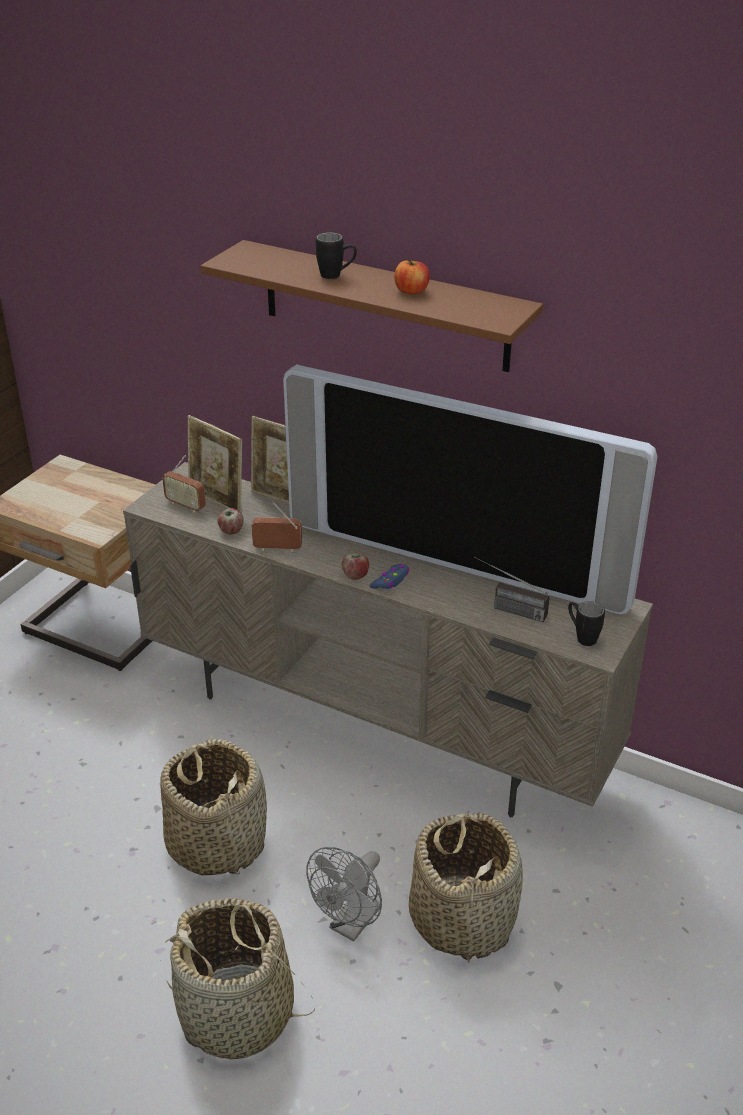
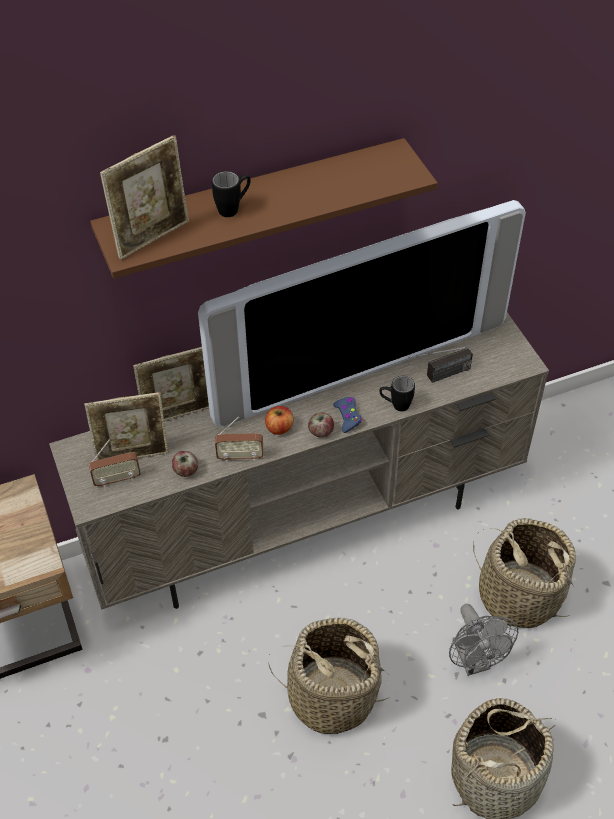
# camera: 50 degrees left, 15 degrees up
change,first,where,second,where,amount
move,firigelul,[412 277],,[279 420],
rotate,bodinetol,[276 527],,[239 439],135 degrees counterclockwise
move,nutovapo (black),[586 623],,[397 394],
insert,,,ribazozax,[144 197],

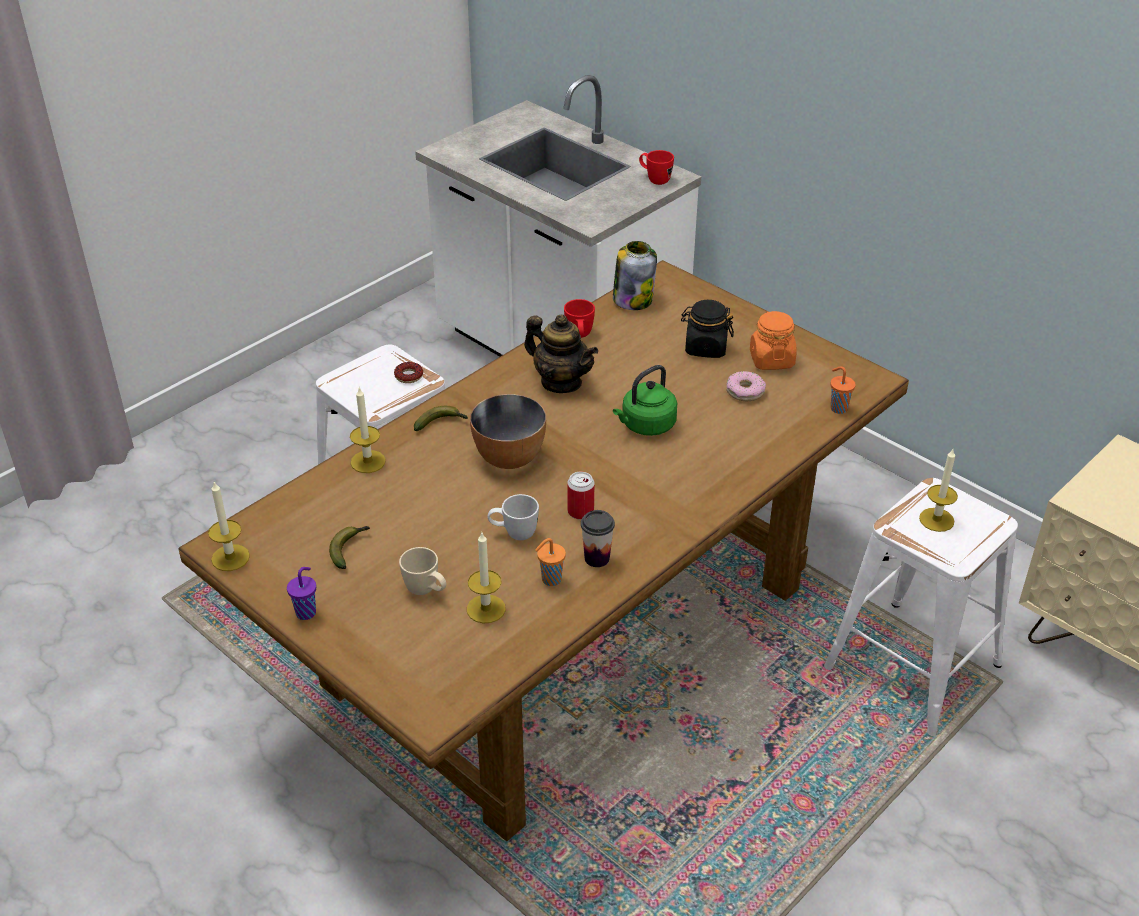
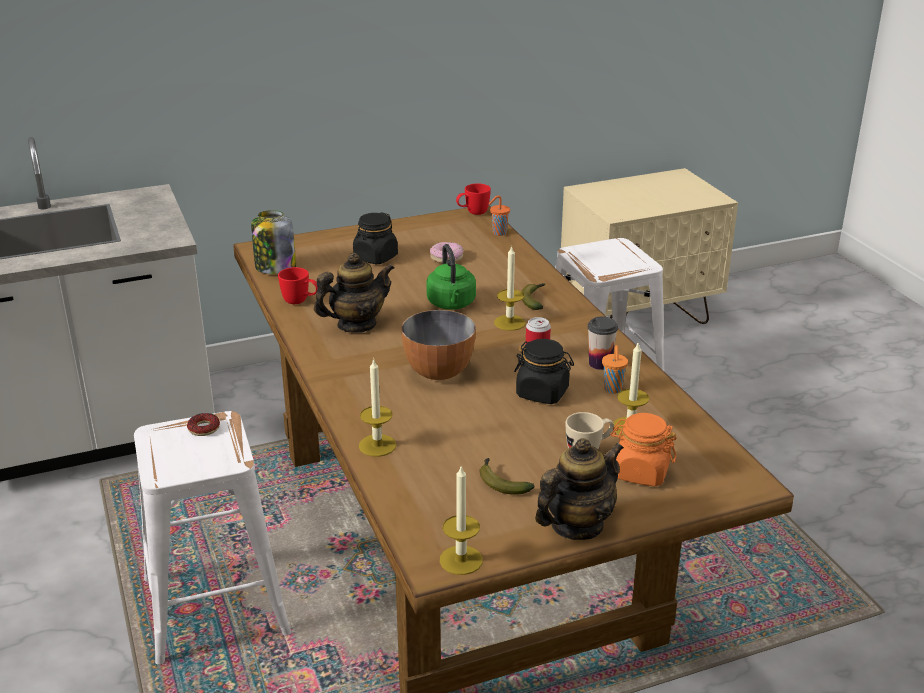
# camera: 65 degrees left, 10 degrees down
change,first,where,second,where,amount
move,nutovapo (red),[656 167],,[473 199],
move,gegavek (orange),[773 340],,[643 449],
move,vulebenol,[441 418],,[533 296],
move,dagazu,[938 490],,[509 288],
replace,nutovapo (white),[513 517],gegavek (black),[544 371],
replace,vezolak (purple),[301 593],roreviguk,[579 489],

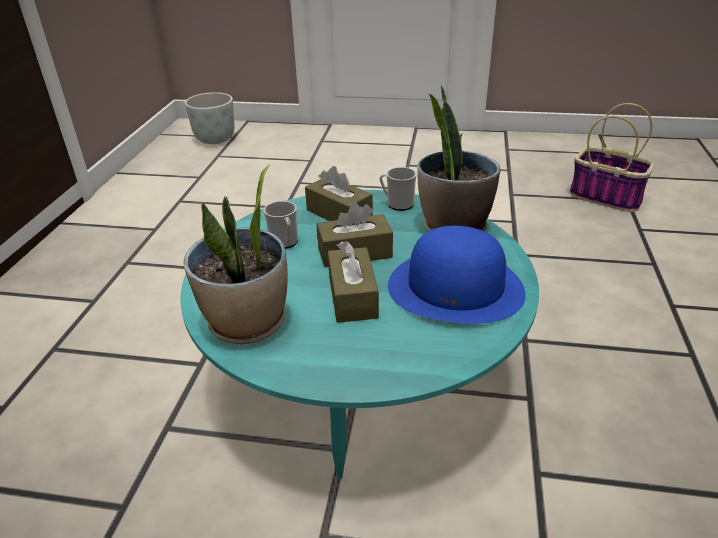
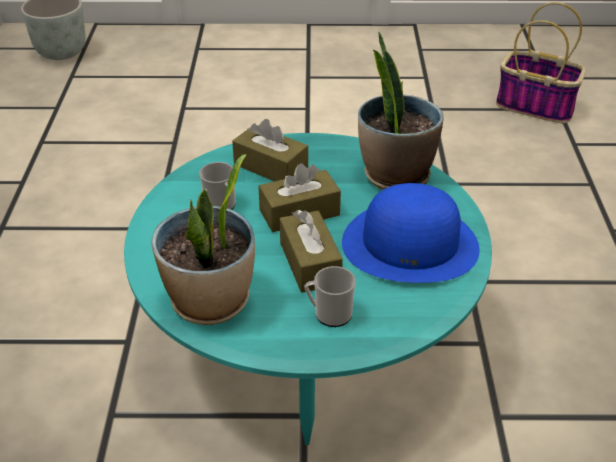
# camera: 10 degrees left, 5 degrees up
change,first,where,second,where,amount
move,nutovapo,[398 189],,[330 296],

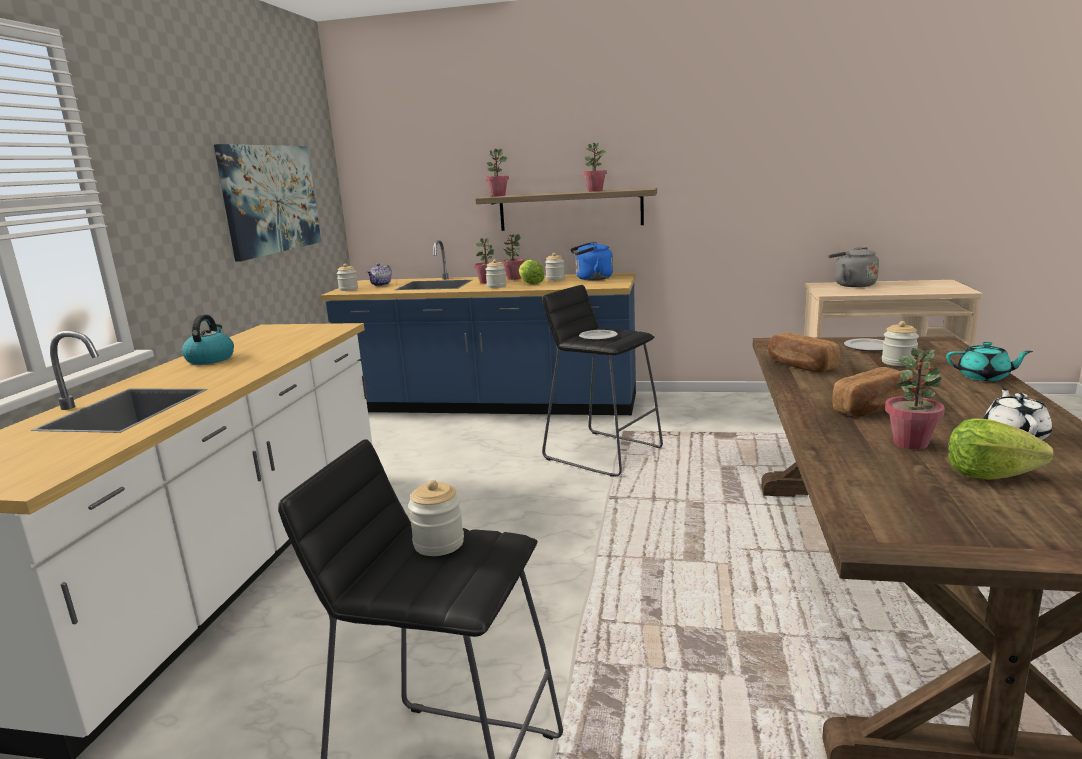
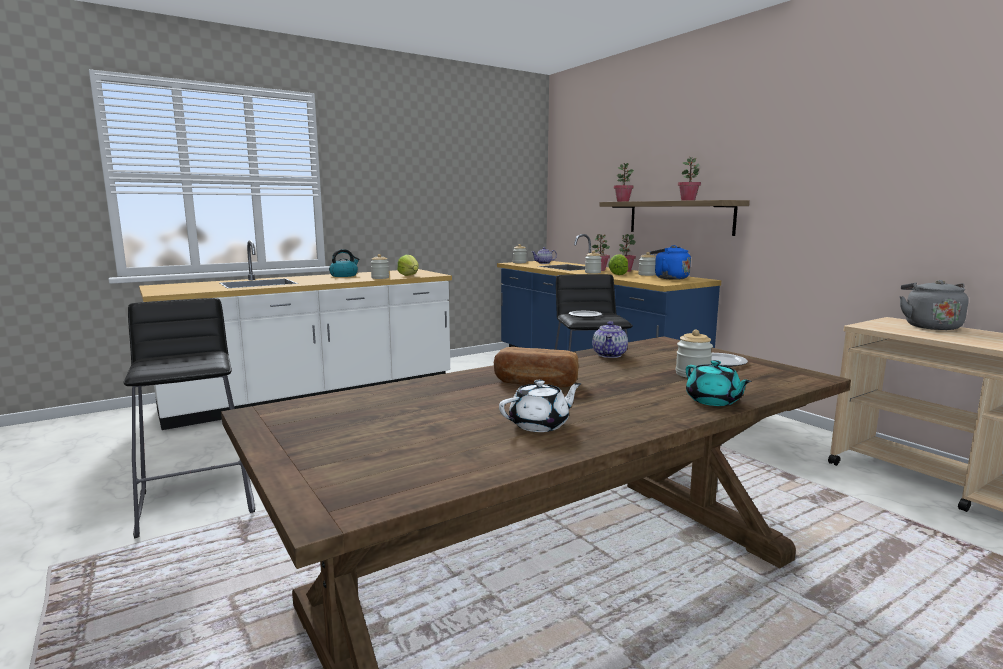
# camera: 45 degrees right, 5 degrees down
change,first,where,second,where,amount
delete,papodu,[267 203],,,
replace,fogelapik,[804 352],roreviguk,[610 339],
delete,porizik,[915 399],,,
move,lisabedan,[1001 449],,[408 265],
move,gegavek,[436 518],,[380 266],

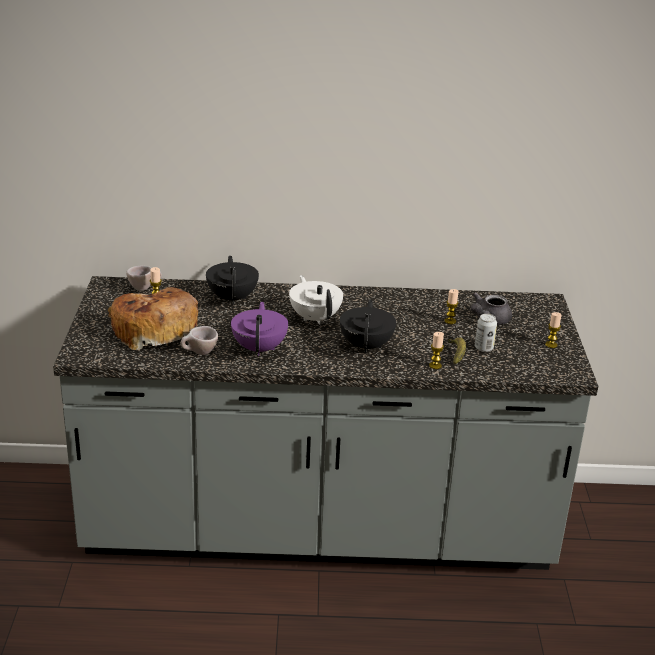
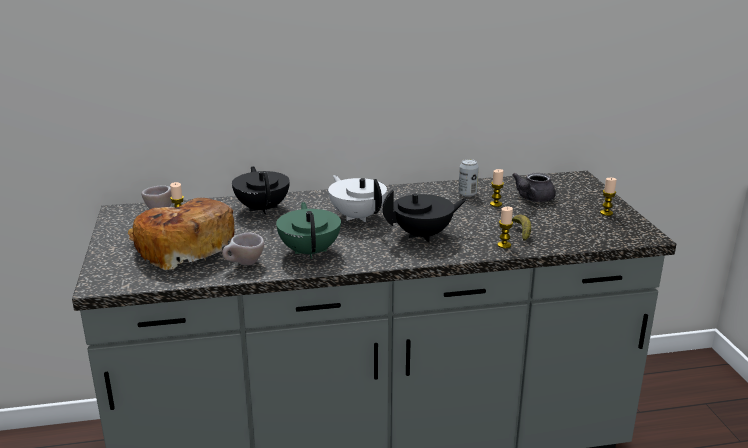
# camera: 10 degrees left, 5 degrees down
change,first,where,second,where,amount
rotate,roreviguk (black),[368 326],,[425 216],75 degrees clockwise
recolor,roreviguk (purple),[259 329],roreviguk (green),[308 230],
move,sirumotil,[486 333],,[469 178],

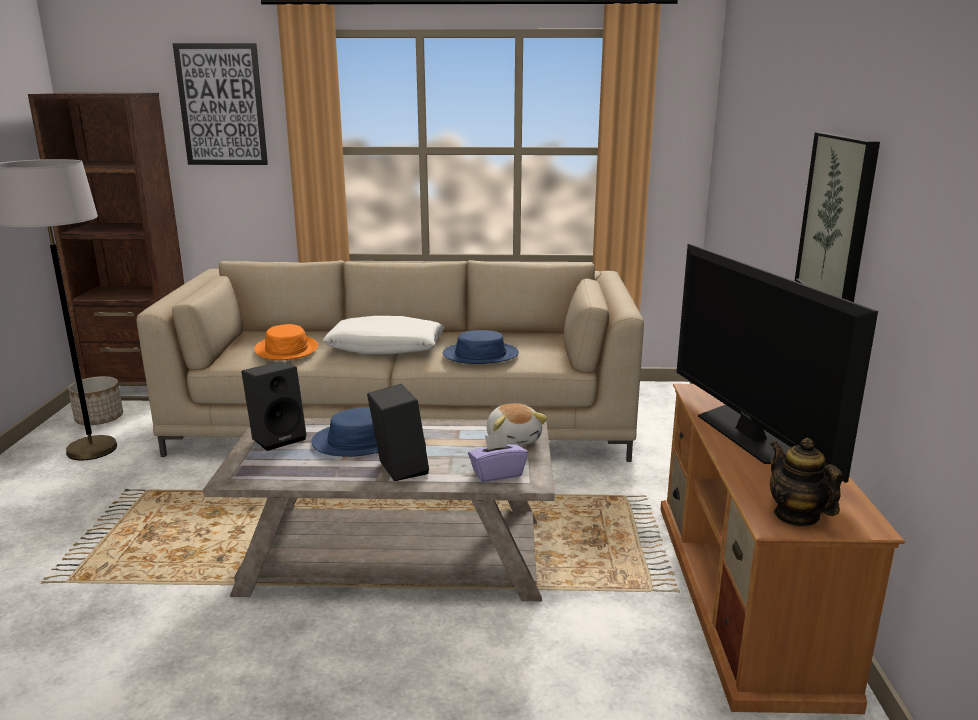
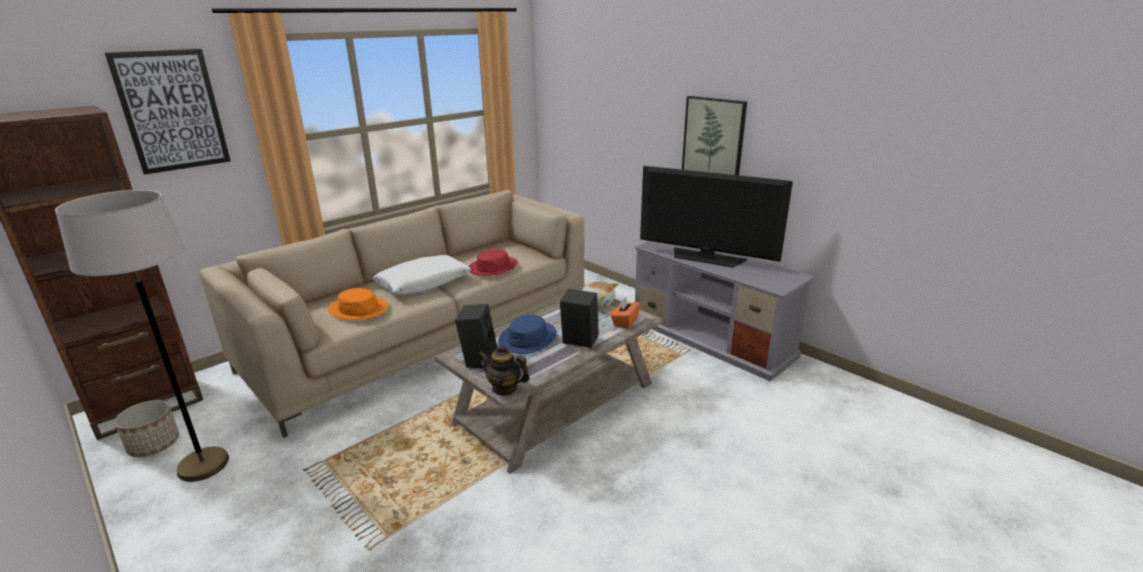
# camera: 45 degrees left, 5 degrees up
change,first,where,second,where,amount
recolor,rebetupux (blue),[481 347],rebetupux (red),[493 262],
recolor,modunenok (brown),[782 549],modunenok (grey),[724 311],
recolor,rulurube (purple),[498 457],rulurube (orange),[625 313],
move,roreviguk,[806 482],,[504 370],

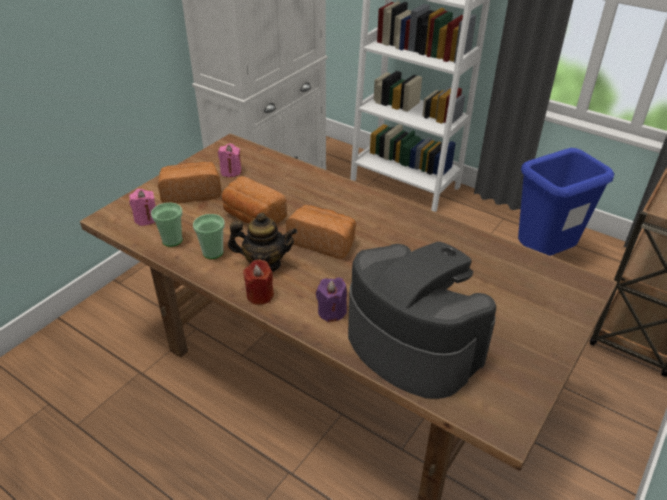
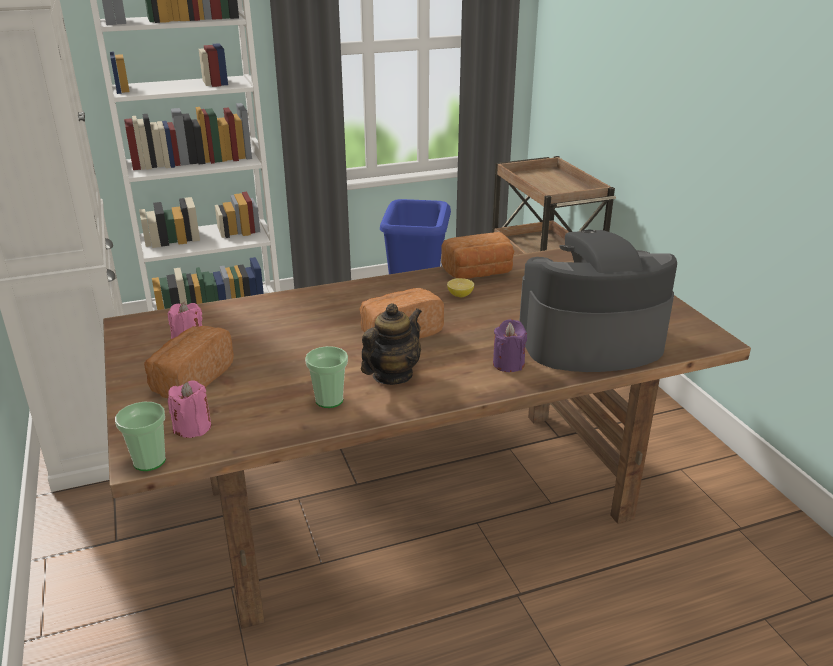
# camera: 55 degrees left, 10 degrees down
change,first,where,second,where,amount
move,fogelapik,[254 200],,[477 255],
move,vezolak,[166 224],,[140 436],
delete,dagazu (red),[258 282],,,
insert,,,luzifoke,[460 287],

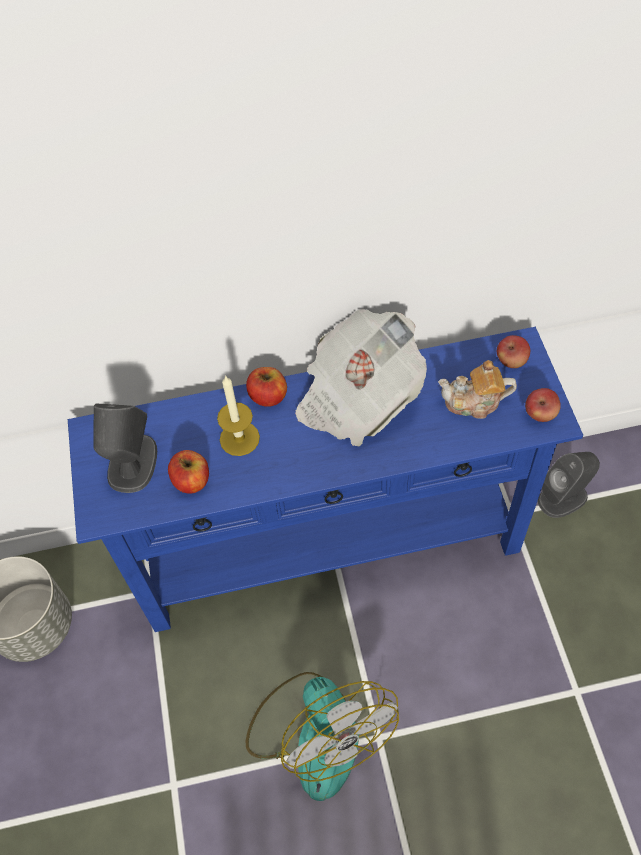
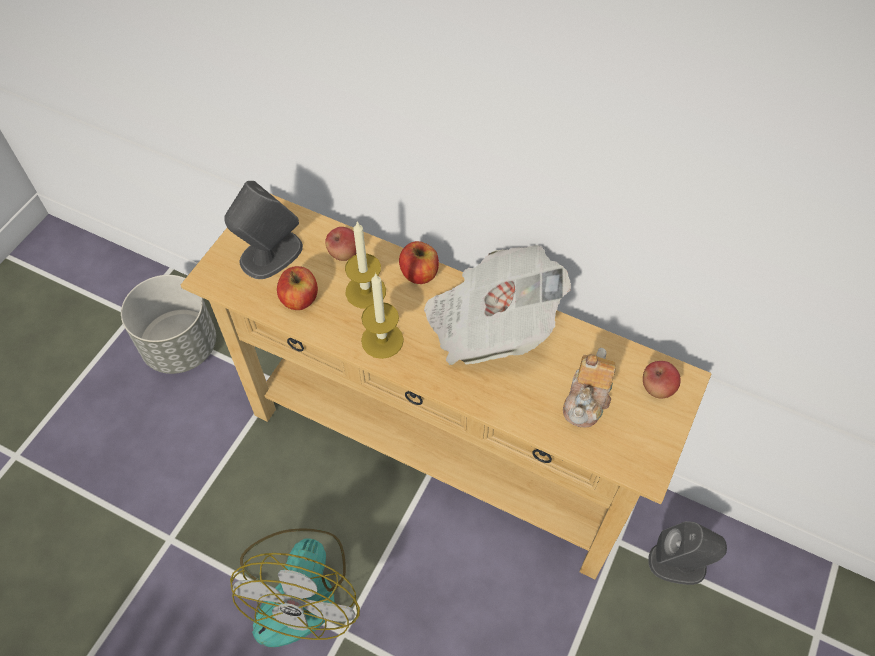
# camera: 35 degrees right, 0 degrees up
change,first,where,second,where,amount
recolor,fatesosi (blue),[325 479],fatesosi (beige),[446 386],
rotate,roreviguk,[477 389],,[589 387],105 degrees counterclockwise
move,firigelul,[543 405],,[341 244],
insert,,,dagazu,[382 316],

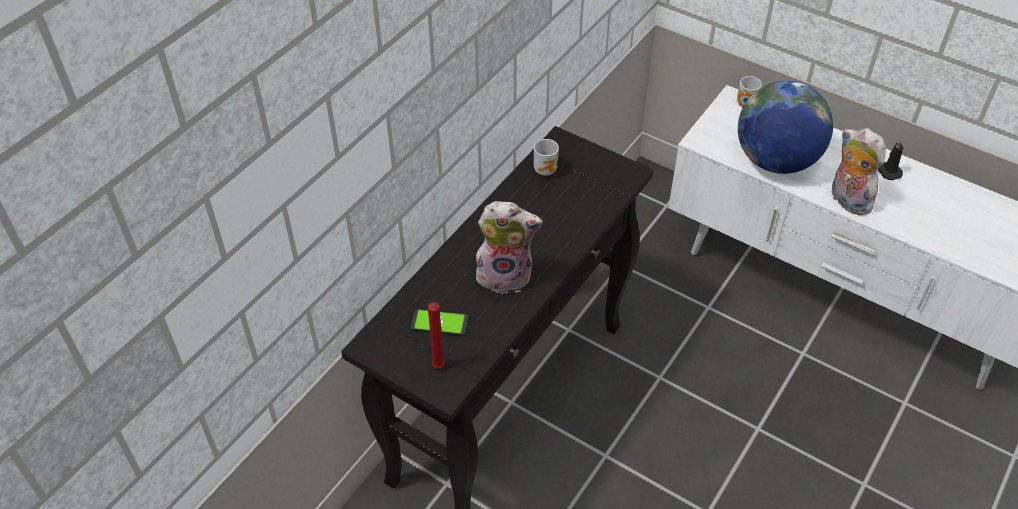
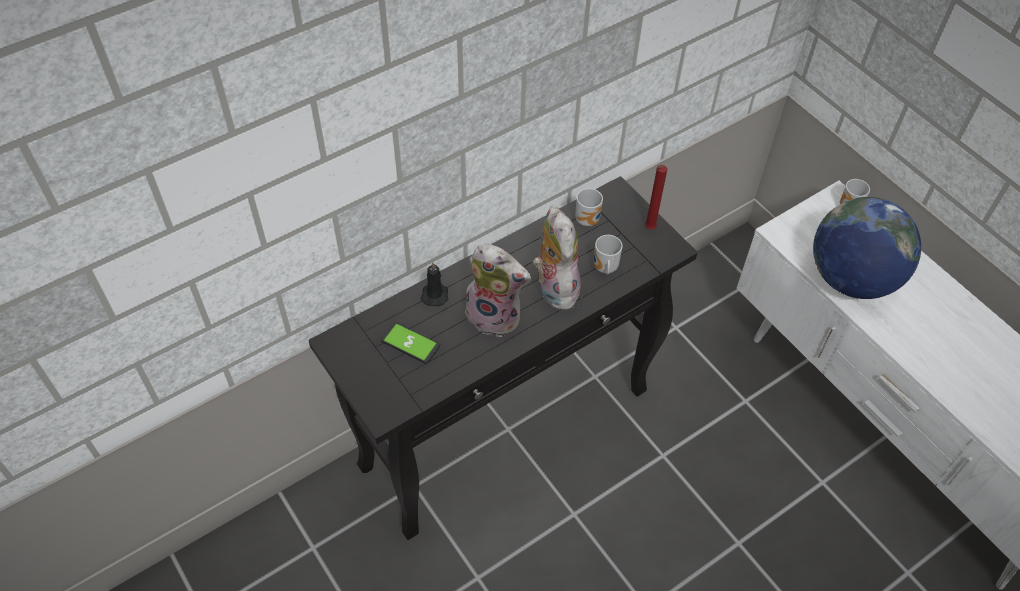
# camera: 20 degrees right, 5 degrees up
change,first,where,second,where,amount
move,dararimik,[859 171],,[557 258],
move,dagazu (black),[891 159],,[434 284],
move,dagazu (red),[436 335],,[656 197],
insert,,,nutovapo,[607 255],

